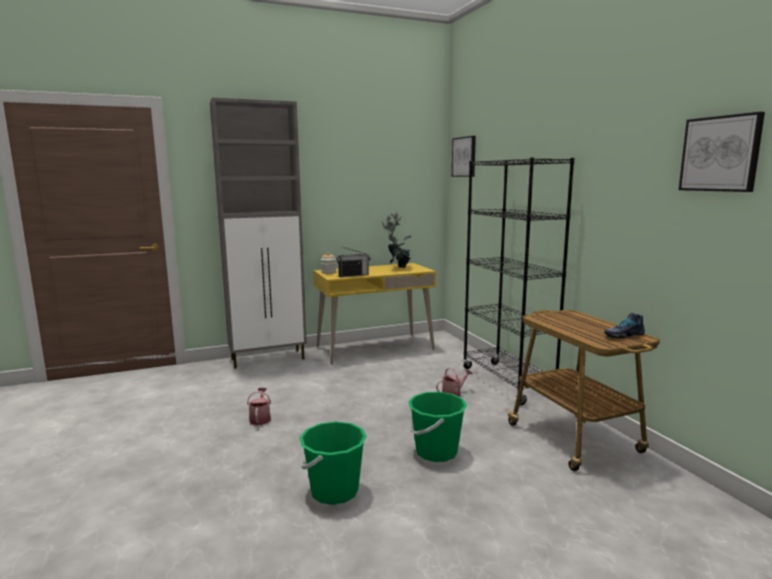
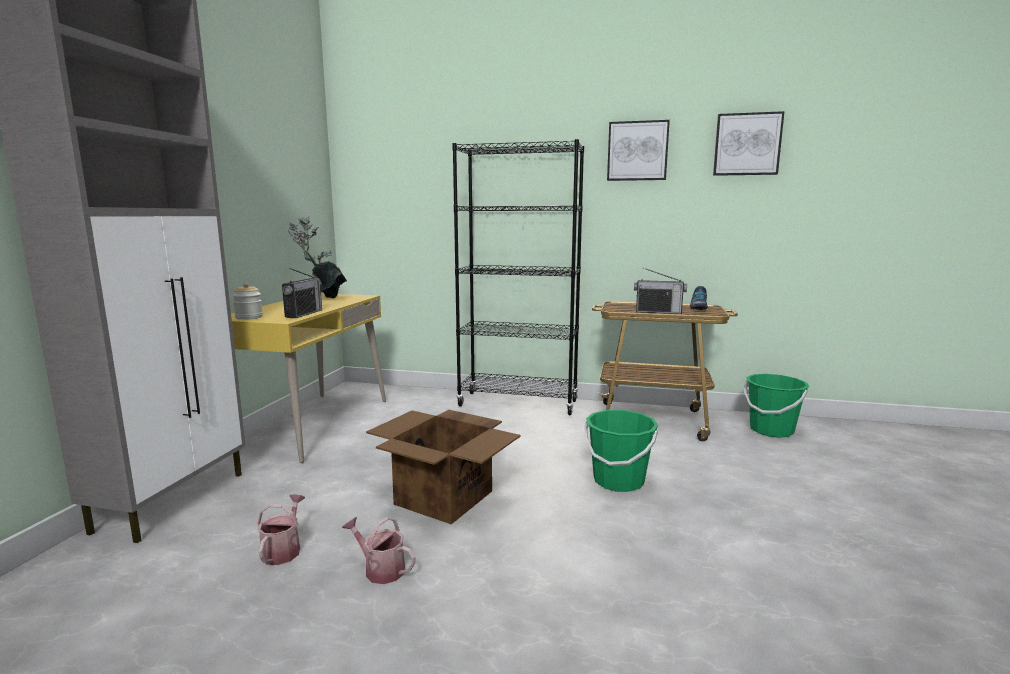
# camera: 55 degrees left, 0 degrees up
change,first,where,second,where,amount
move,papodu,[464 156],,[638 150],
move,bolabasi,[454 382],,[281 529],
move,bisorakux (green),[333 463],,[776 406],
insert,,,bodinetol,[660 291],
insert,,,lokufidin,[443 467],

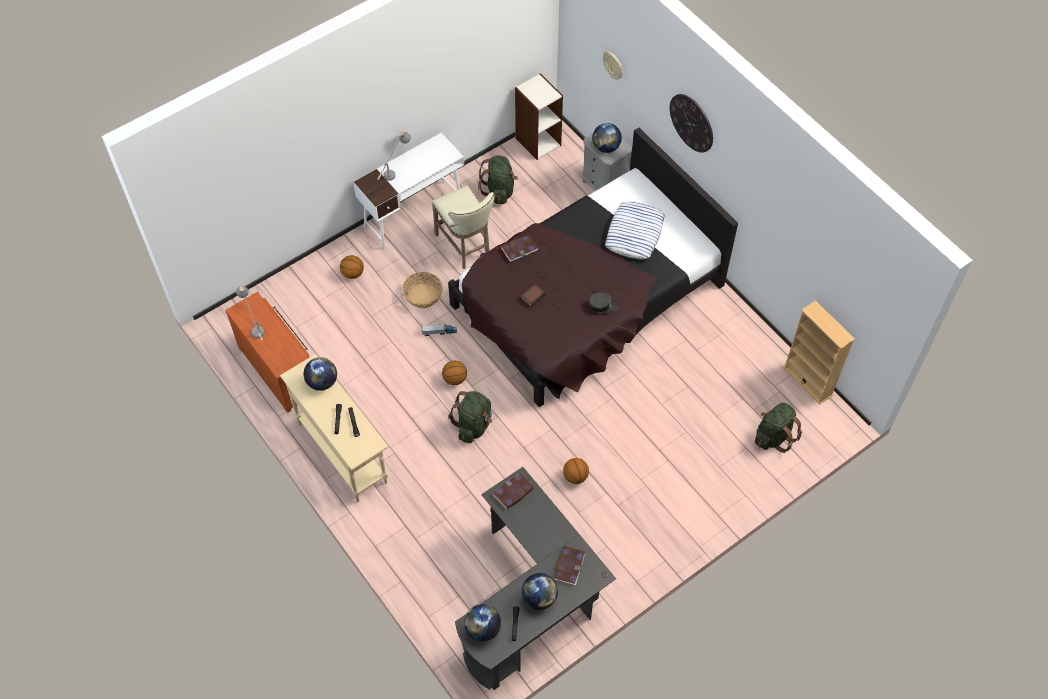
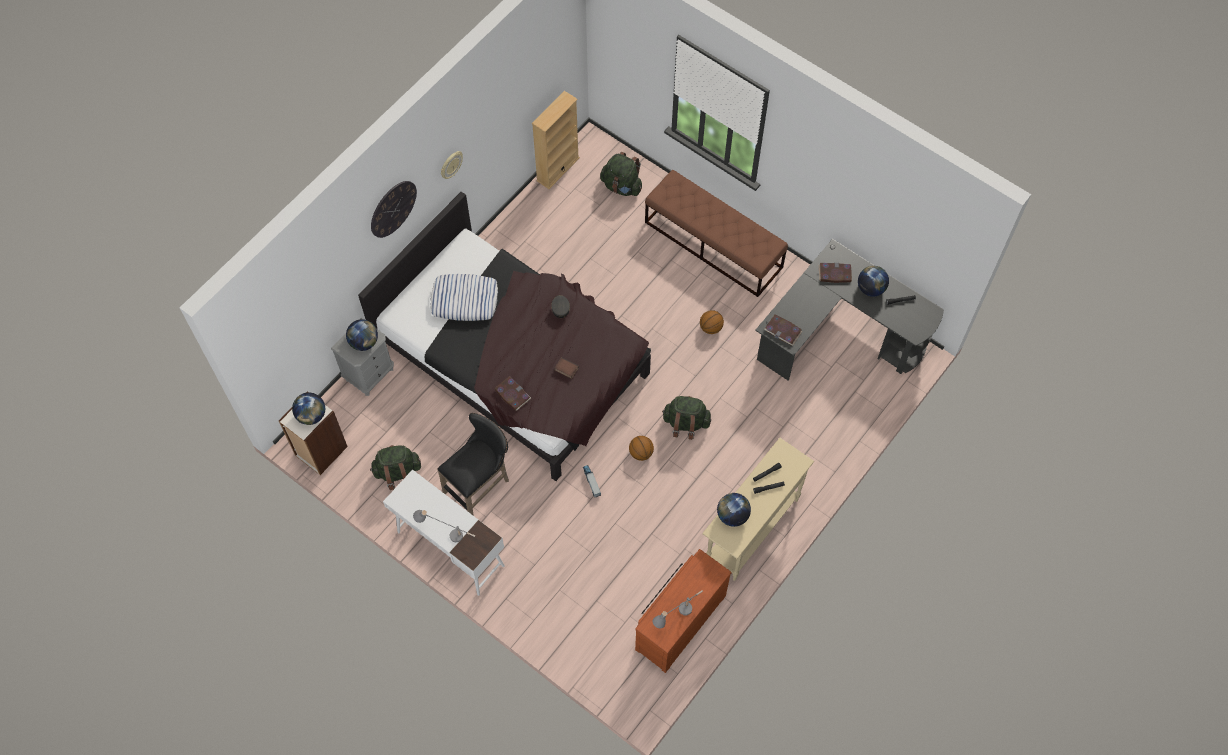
# camera: 105 degrees left, 5 degrees up
change,first,where,second,where,amount
move,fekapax,[613 65],,[452 165],
recolor,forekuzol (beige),[463 227],forekuzol (black),[473 464],
delete,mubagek,[352 267],,,
delete,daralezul,[423 290],,,
move,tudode,[482 623],,[308 408],
insert,,,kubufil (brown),[716 233],

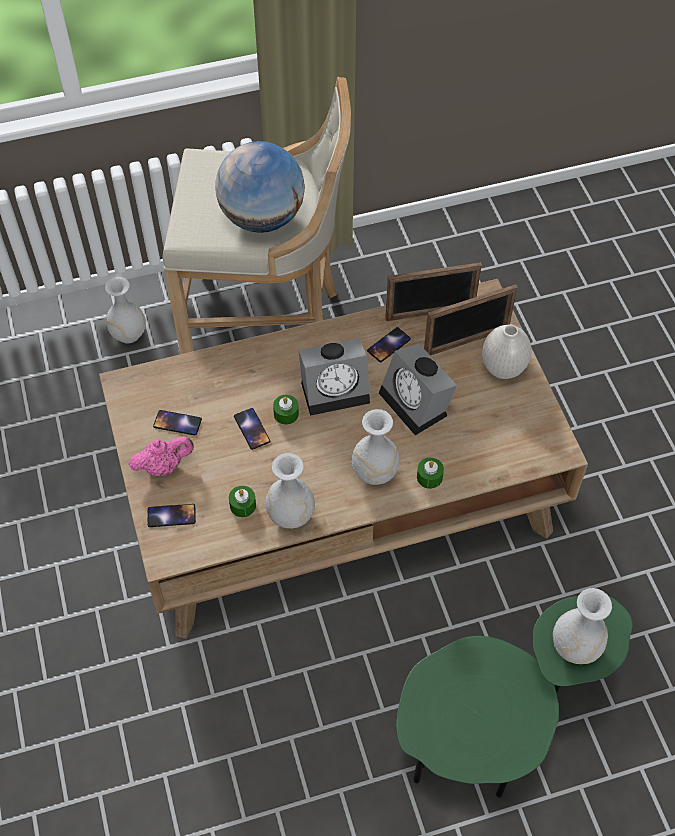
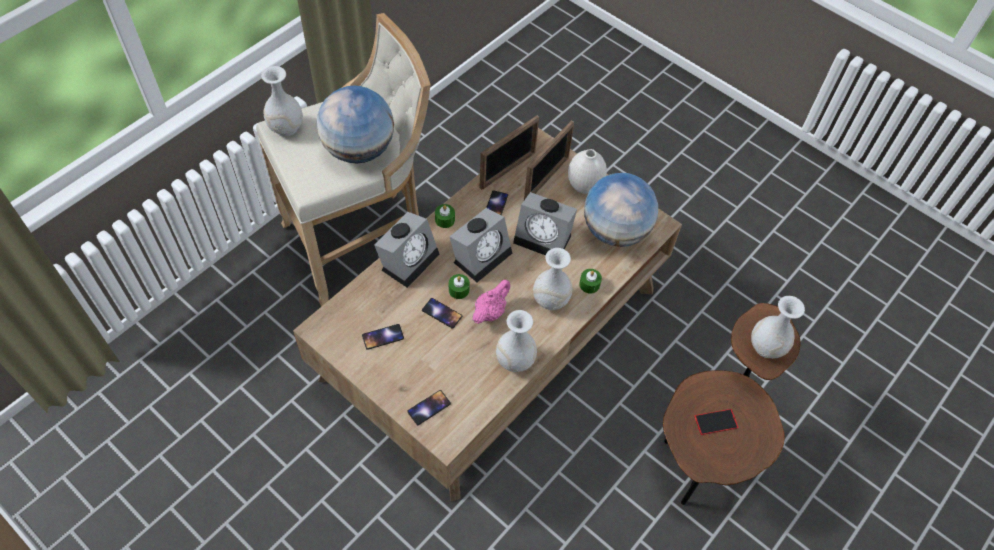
# camera: 35 degrees left, 0 degrees up
change,first,where,second,where,amount
move,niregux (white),[125 310],,[282 101],
move,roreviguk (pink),[161 456],,[491 302],
move,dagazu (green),[242 501],,[445 216],
recolor,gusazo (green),[514 697],gusazo (brown),[732 404],
insert,,,tudode,[621 210],
insert,,,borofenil,[406 250],
insert,,,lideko,[716 422],

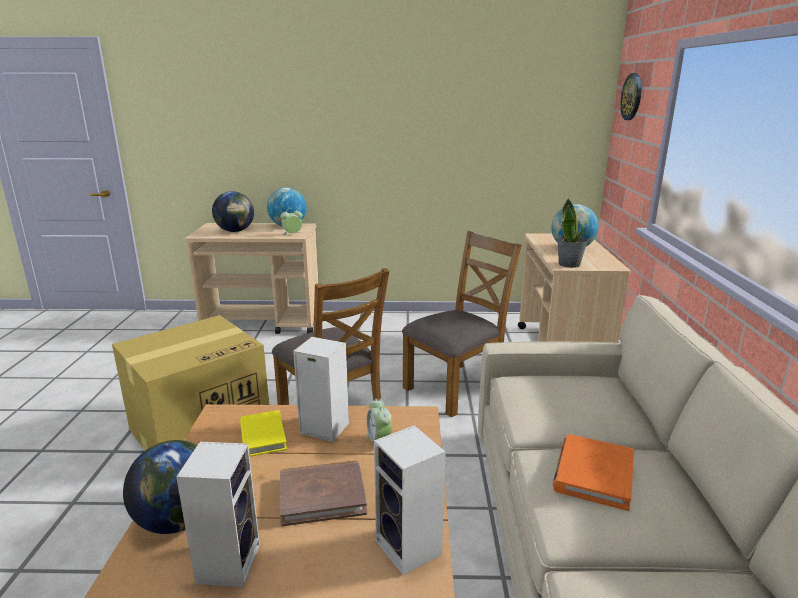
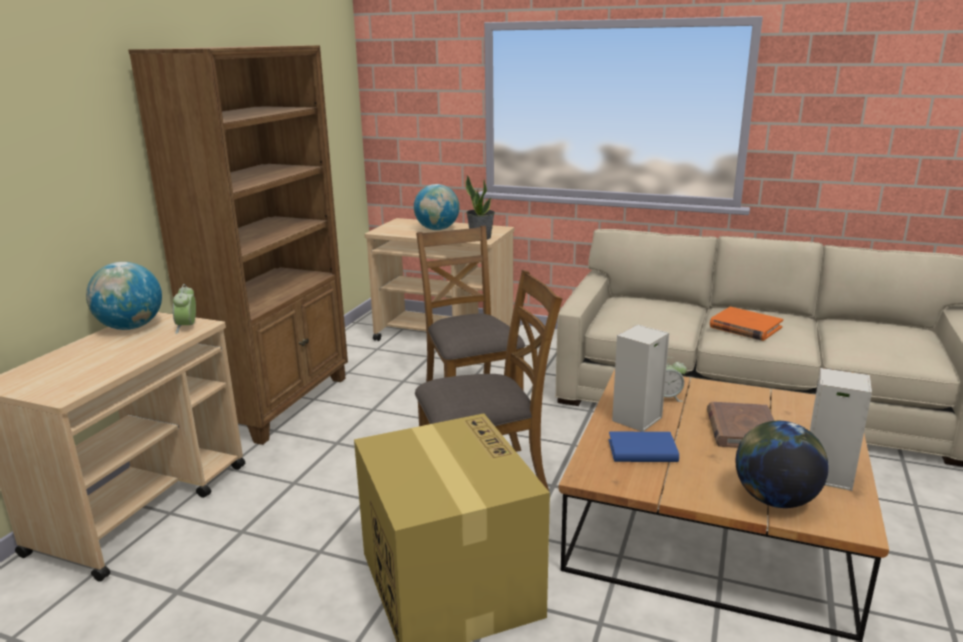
# camera: 70 degrees left, 0 degrees up
change,first,where,second,where,amount
delete,fekapax,[630 96],,,
delete,tudode,[233 211],,,
recolor,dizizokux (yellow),[263 433],dizizokux (blue),[644 447],
delete,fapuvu,[410 500],,,
insert,,,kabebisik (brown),[238 245],

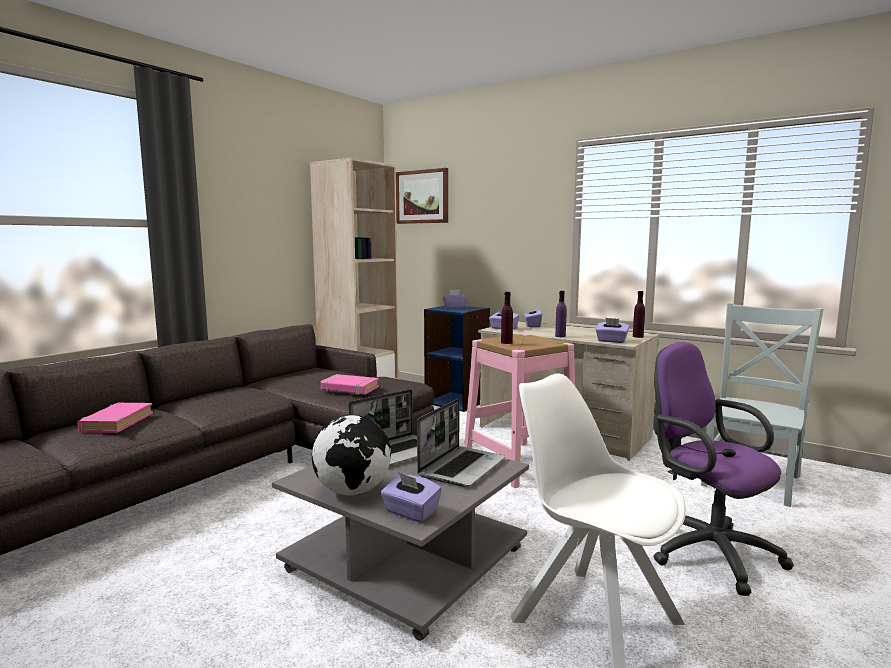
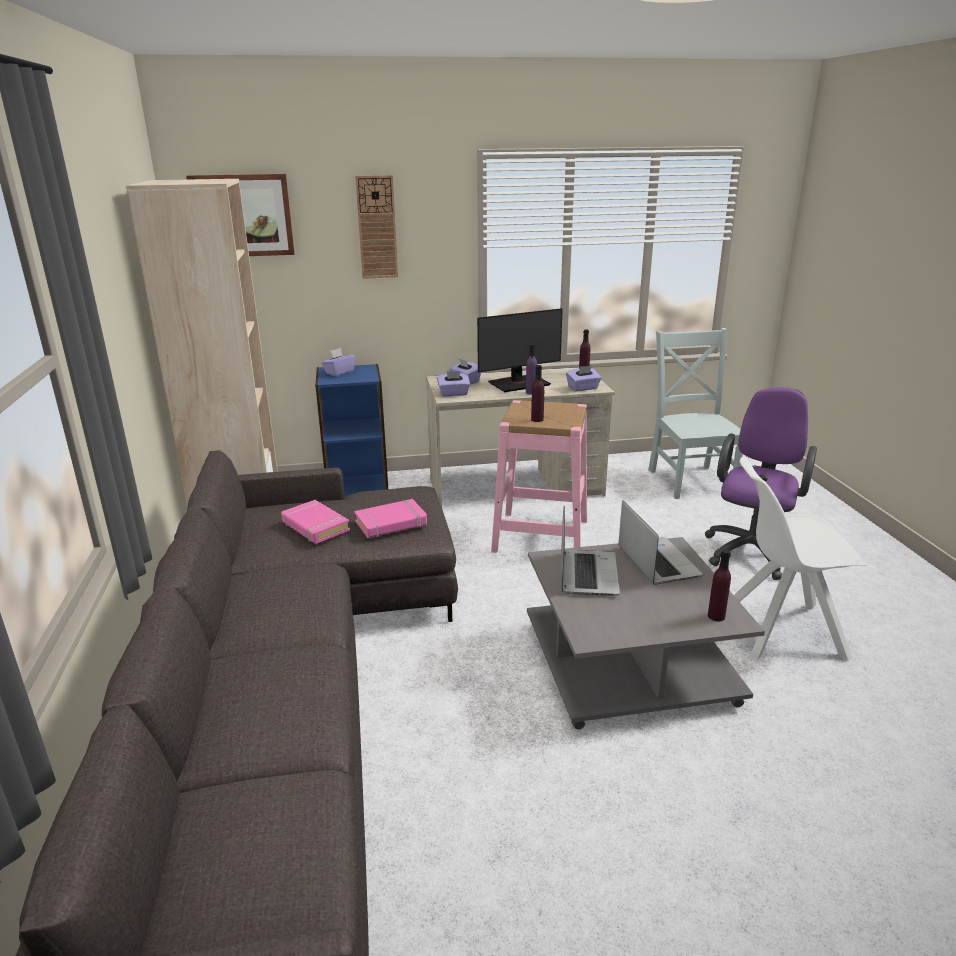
# camera: 45 degrees left, 15 degrees up
change,first,where,second,where,amount
rotate,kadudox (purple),[723 469],,[760 483],105 degrees clockwise
move,dizizokux (pink),[115 418],,[315 522],
delete,tudode,[351 455],,,
replace,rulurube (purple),[411 497],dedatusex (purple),[719 585],
insert,,,fekapax,[376 227],
insert,,,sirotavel,[520 350],

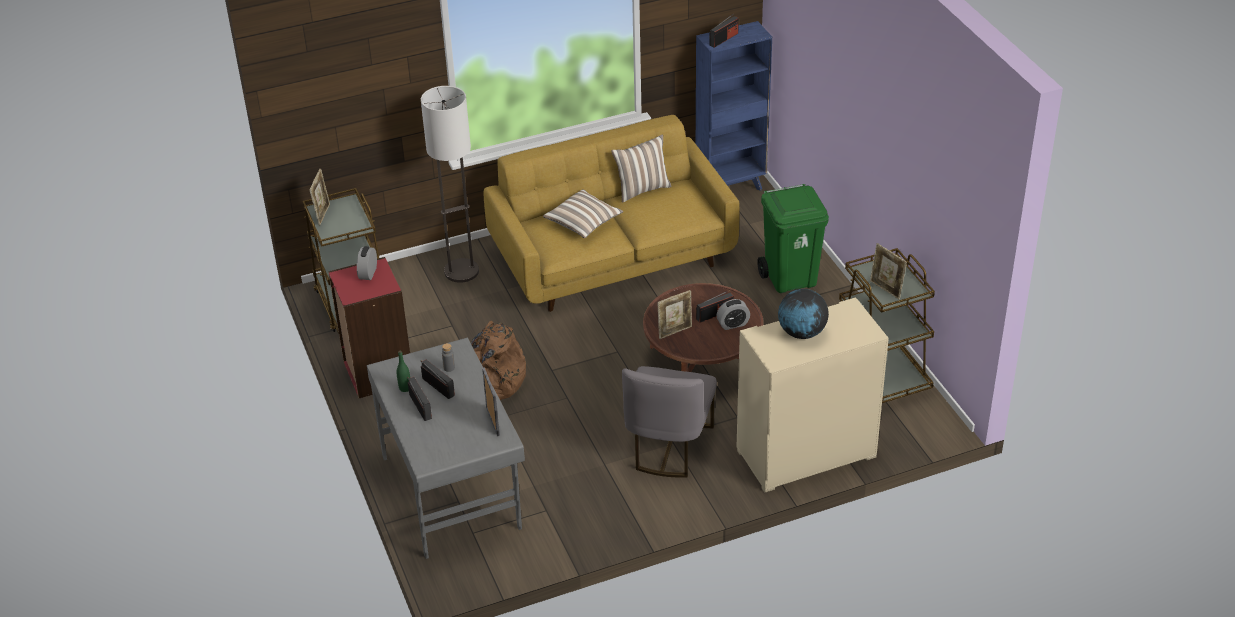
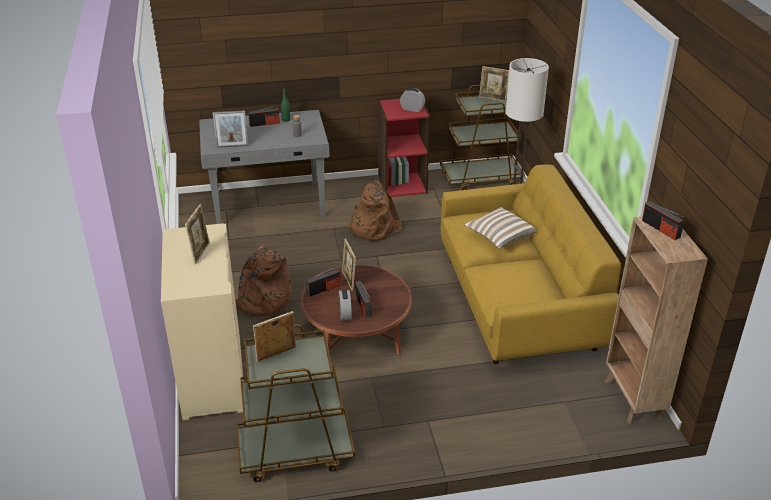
# camera: 100 degrees right, 5 degrees down
change,first,where,second,where,amount
recolor,kabebisik (blue),[734 106],kabebisik (brown),[655 320],
delete,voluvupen,[641 169],,,
delete,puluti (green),[793 238],,,
replace,tudode,[803 314],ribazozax,[197 234],
move,bodinetol,[438 379],,[323 281],
replace,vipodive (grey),[669 422],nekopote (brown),[263 281],

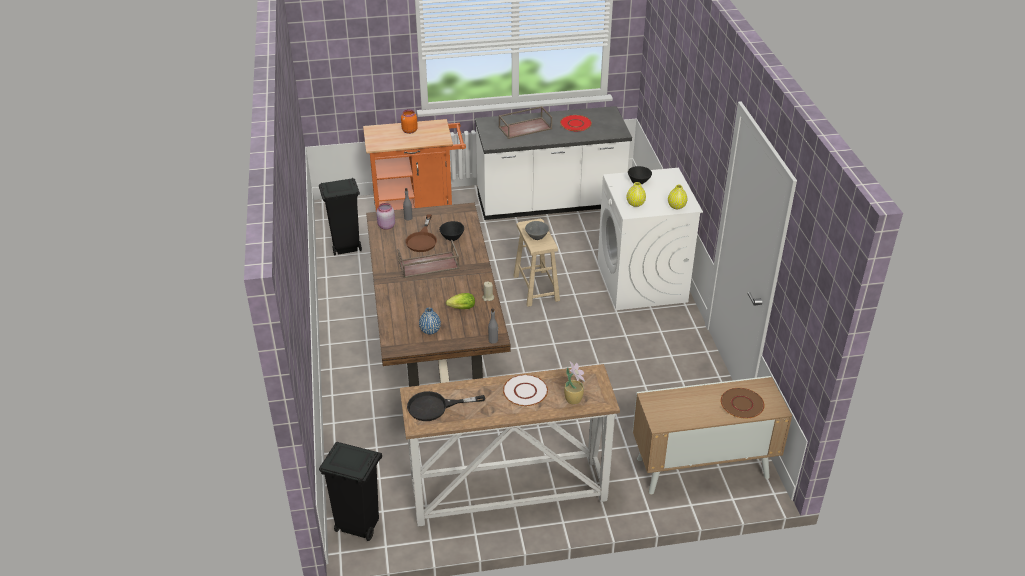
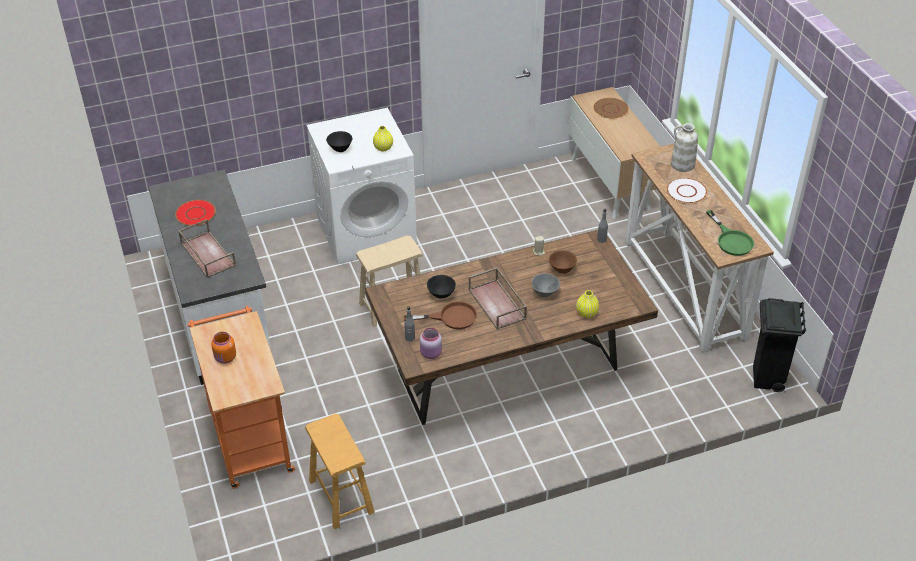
# camera: 100 degrees left, 5 degrees up
change,first,where,second,where,amount
replace,puluti (black),[340 217],forekuzol (brown),[340 471],
move,niregux (yellow),[677 197],,[587 304],
move,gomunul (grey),[537 230],,[545 285],
replace,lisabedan,[460 301],gomunul (brown),[563 262],
delete,niregux (blue),[430 321],,,
replace,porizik,[574 382],niregux (white),[684 147],
recolor,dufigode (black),[446 406],dufigode (green),[730 233],

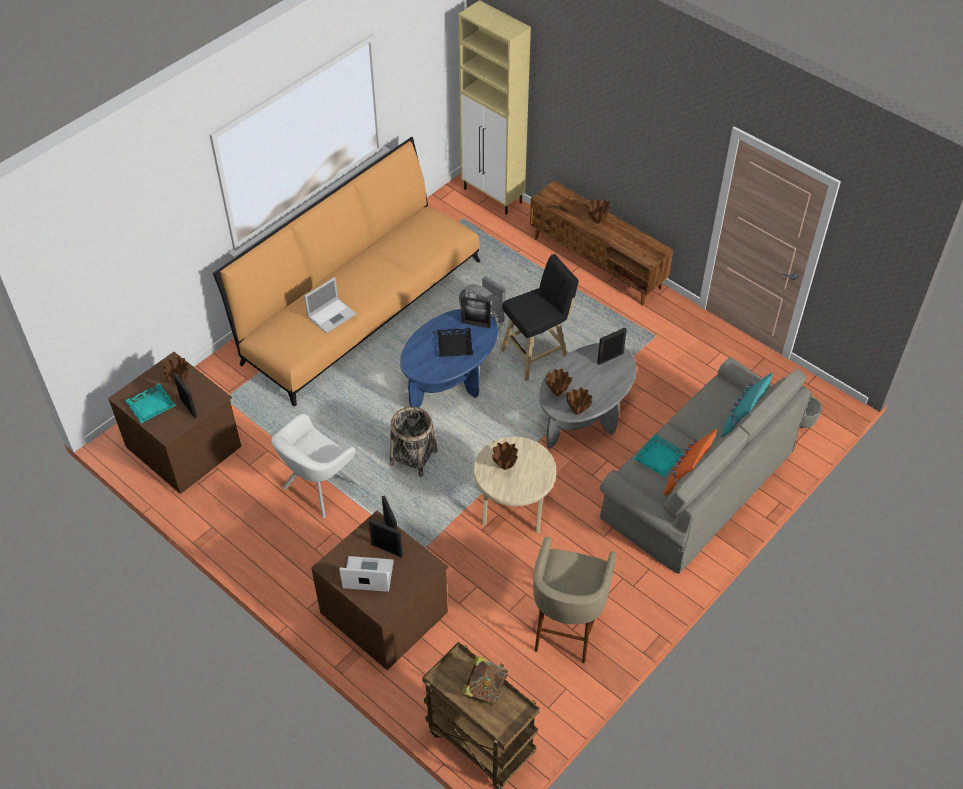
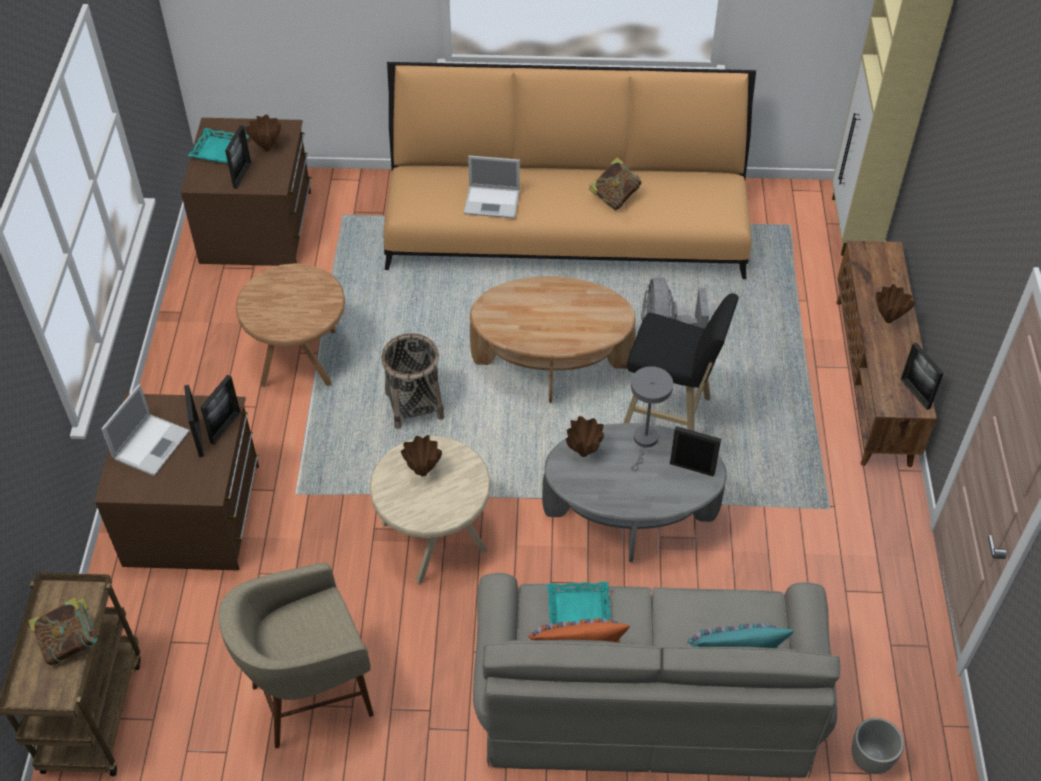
# camera: 50 degrees right, 0 degrees up
change,first,where,second,where,amount
move,ribazozax,[476 312],,[922 376],
recolor,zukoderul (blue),[449 358],zukoderul (brown),[552 339],
delete,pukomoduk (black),[455 342],,,
delete,niregux (brown),[579 401],,,
replace,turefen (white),[315 466],gusazo (brown),[290 325],
rotate,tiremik,[366 574],,[145 430],60 degrees clockwise
insert,,,dizizokux,[615 183],
insert,,,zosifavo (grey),[652 418],

